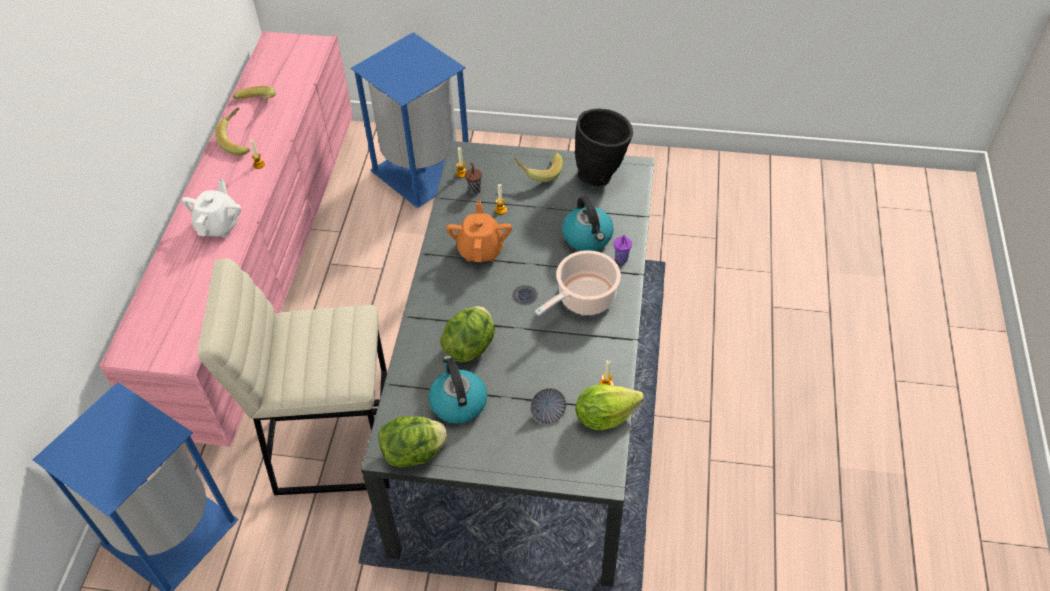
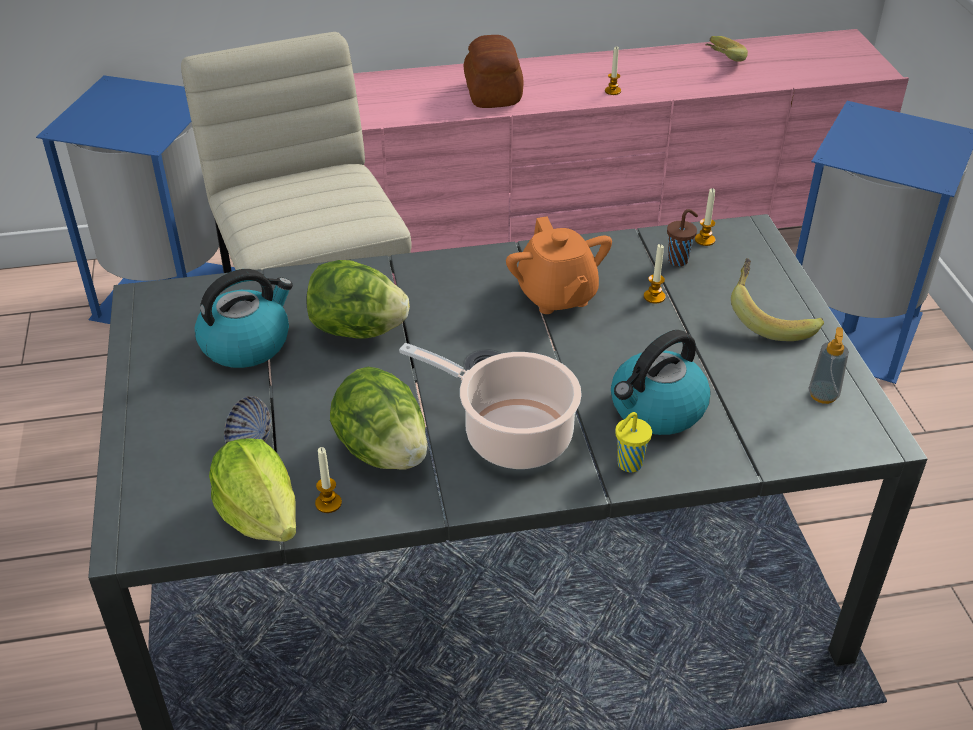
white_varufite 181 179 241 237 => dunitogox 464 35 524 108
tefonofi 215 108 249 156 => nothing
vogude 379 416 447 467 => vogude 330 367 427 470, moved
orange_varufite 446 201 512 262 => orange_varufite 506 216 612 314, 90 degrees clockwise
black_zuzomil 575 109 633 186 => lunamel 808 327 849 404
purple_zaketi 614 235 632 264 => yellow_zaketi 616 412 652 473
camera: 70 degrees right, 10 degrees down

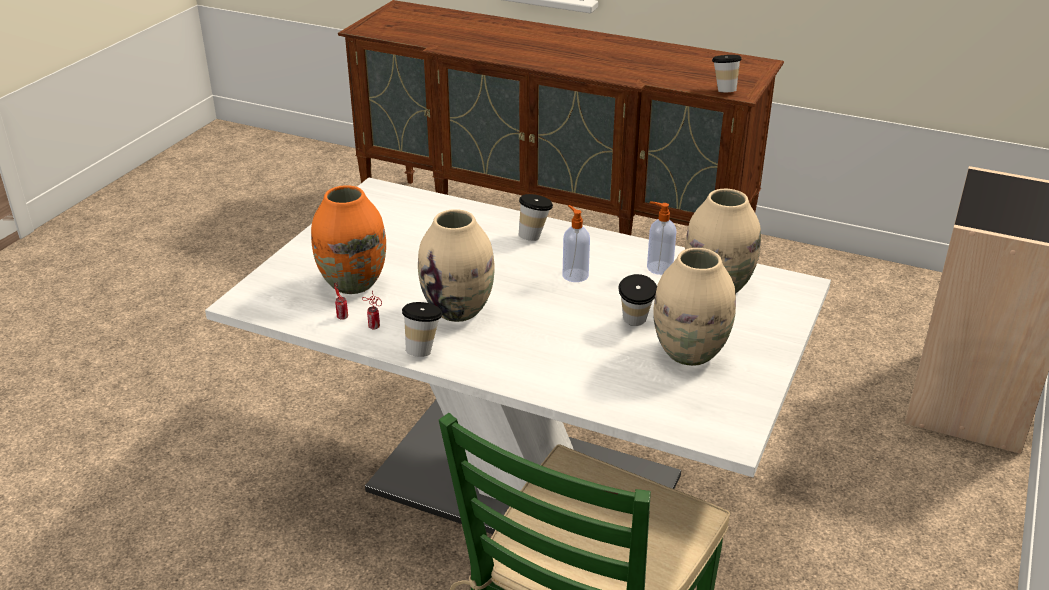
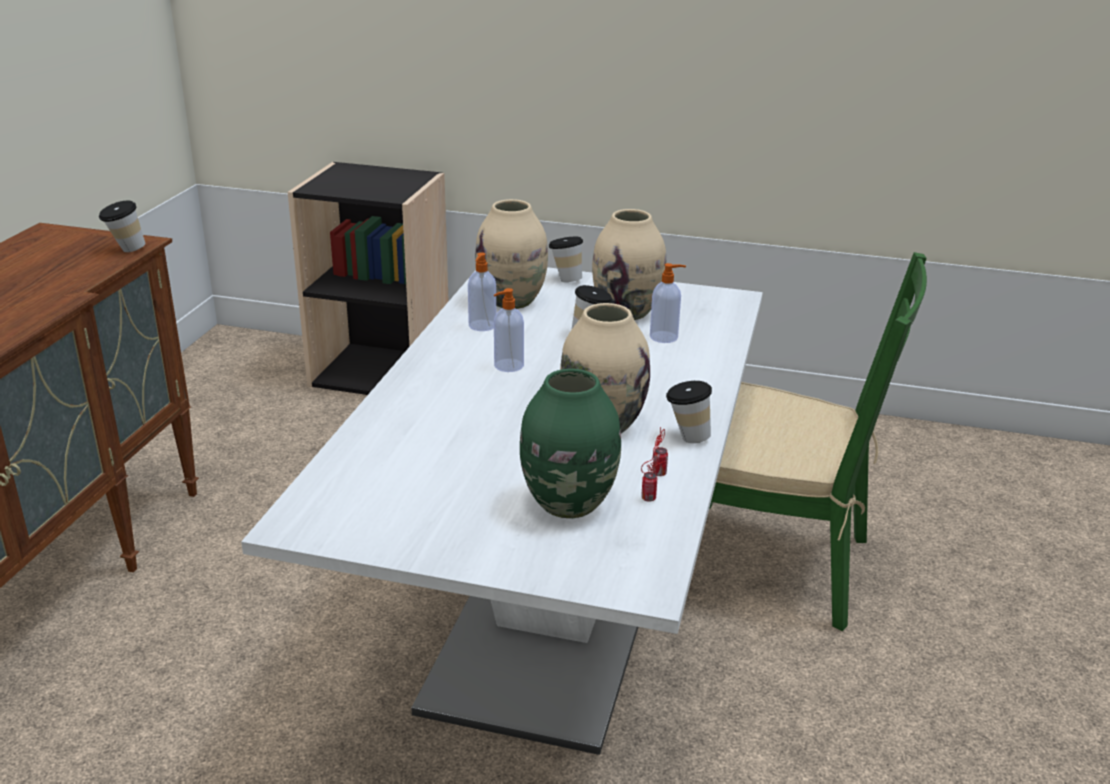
orange_zuzomil 311 185 386 294 => green_zuzomil 520 369 621 519
zaketi 519 194 553 241 => zaketi 549 237 583 282, moved
nothing => lunamel 650 263 686 343
camera: 100 degrees left, 5 degrees down

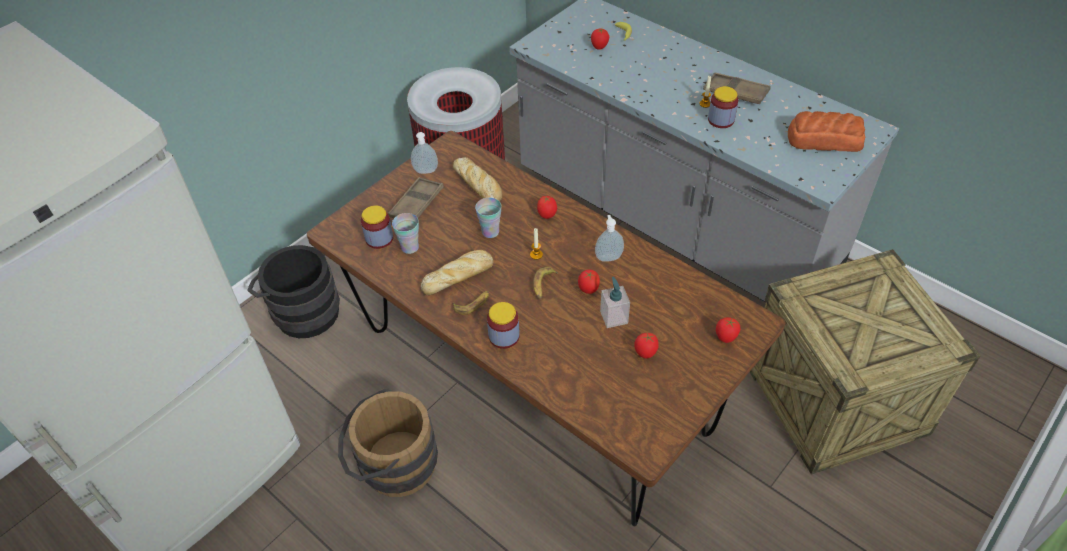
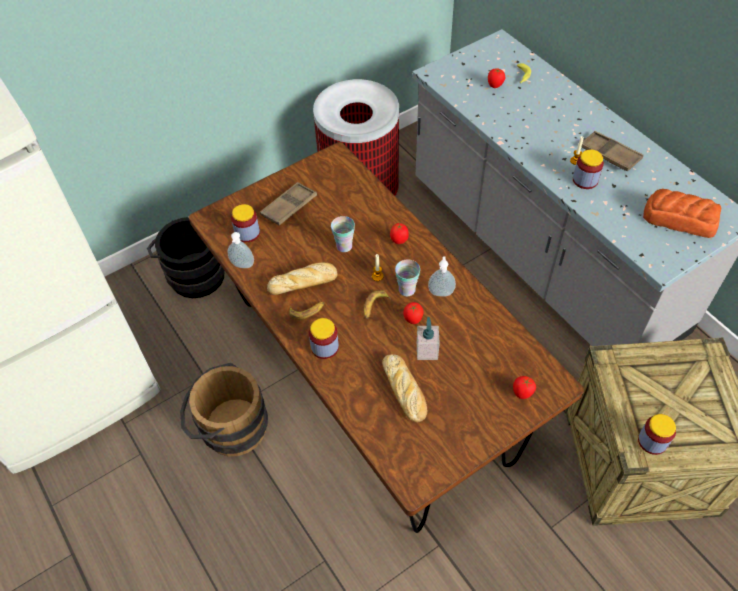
zaketi 392 213 419 254 => zaketi 395 260 420 296, moved
lunamel 411 132 438 174 => lunamel 227 232 254 268, moved
dunitogox 453 157 503 202 => dunitogox 382 354 427 422, moved
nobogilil 634 333 659 359 => nothing
nothing => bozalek 638 414 676 455
camera: 15 degrees right, 5 degrees up

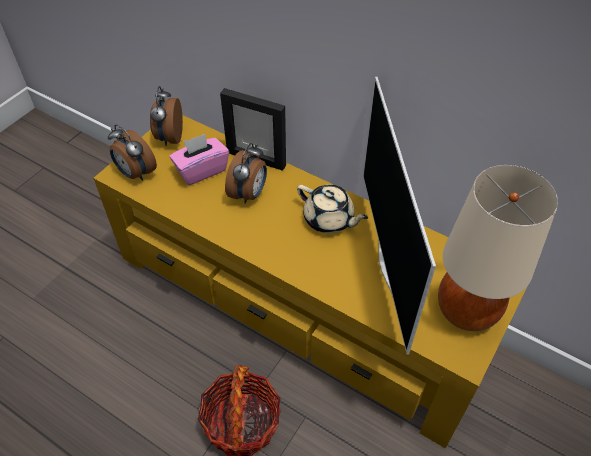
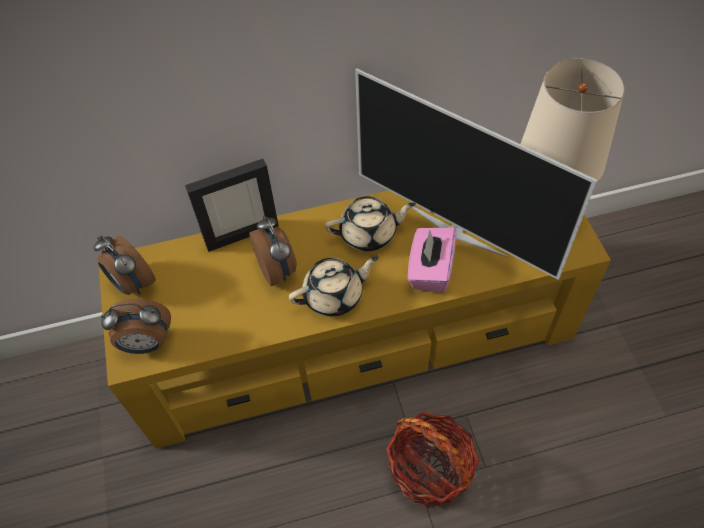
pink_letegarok 169 134 229 185 => pink_letegarok 408 228 456 293, moved
nothing => beige_varufite 289 256 379 317
camera: 45 degrees left, 5 degrees up

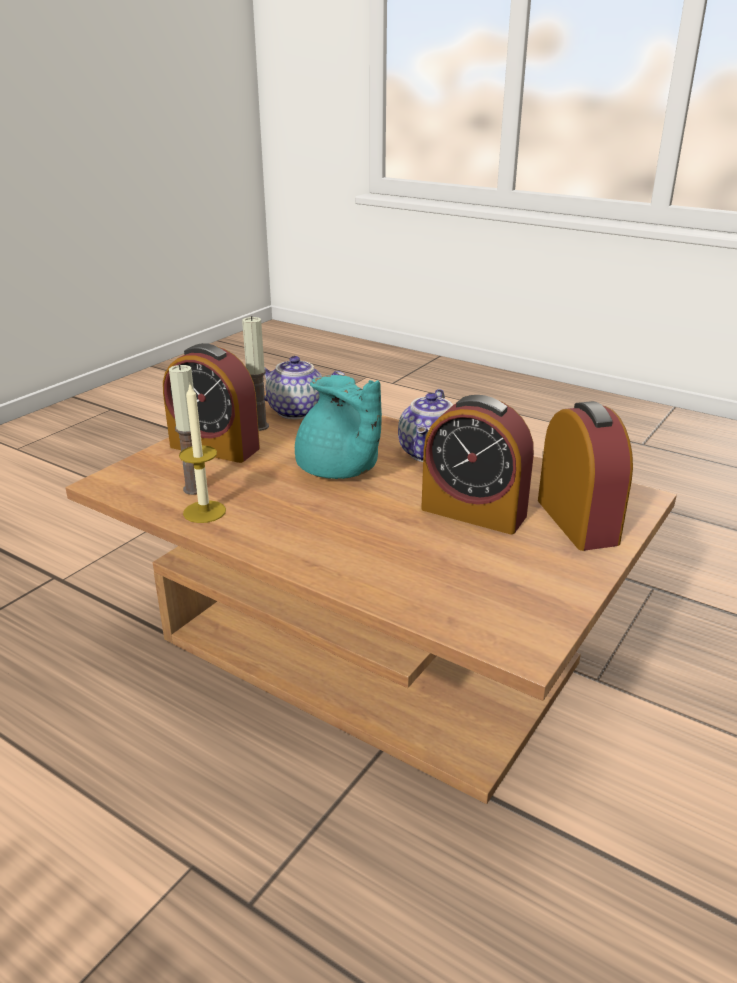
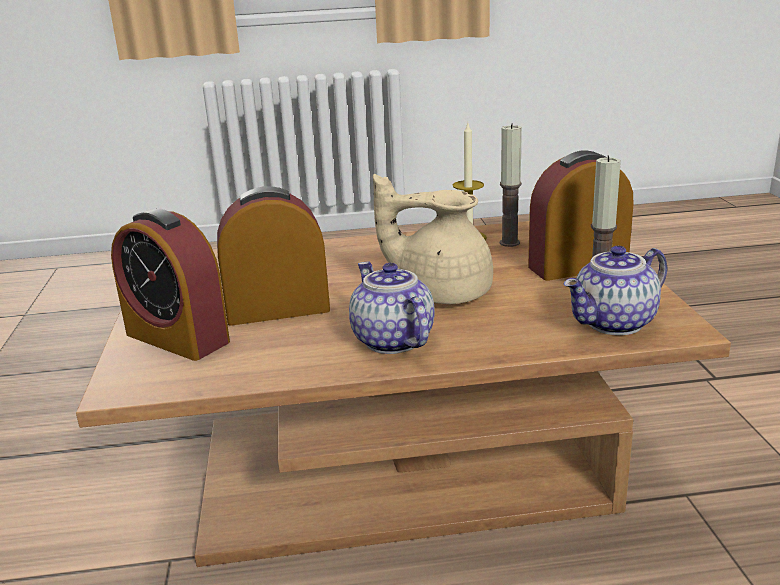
turquoise_varufite 295 375 382 479 => beige_varufite 373 174 493 304
camera: 140 degrees right, 5 degrees down

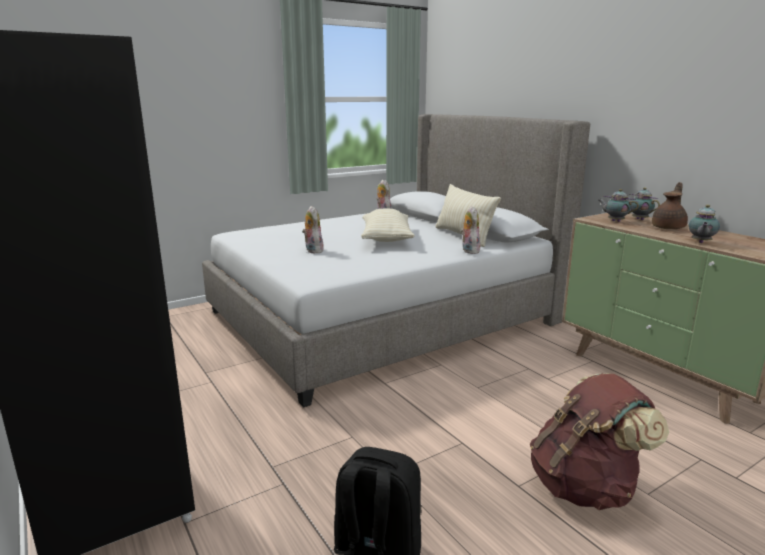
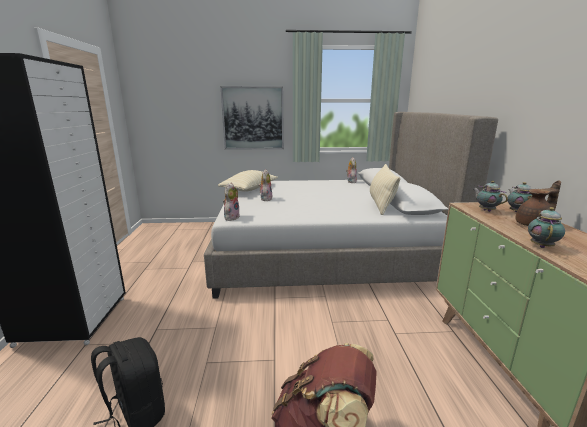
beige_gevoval 361 208 415 242 => beige_gevoval 218 170 278 192, moved
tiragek 460 206 480 254 => tiragek 223 183 240 221, moved
varufite 688 205 720 243 => varufite 528 207 565 248, 150 degrees clockwise
nothing => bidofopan 220 86 284 150
camera: 30 degrees right, 0 degrees up

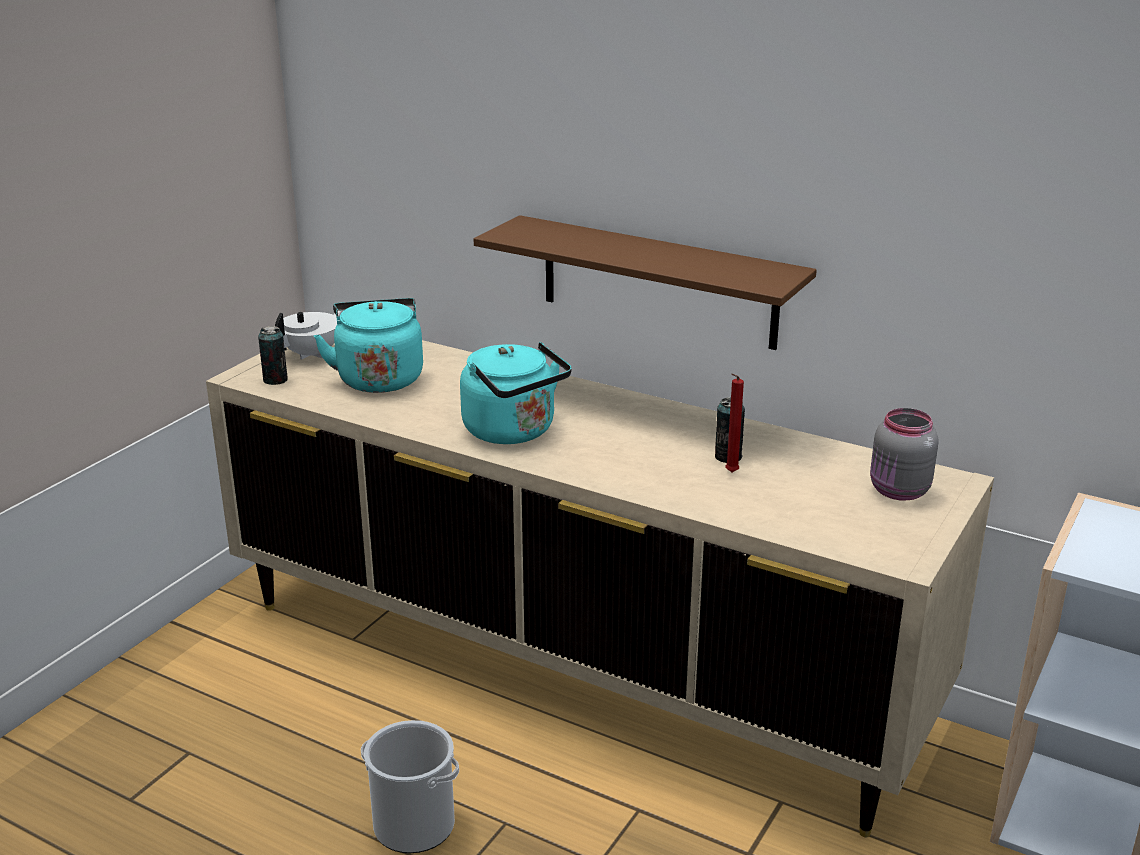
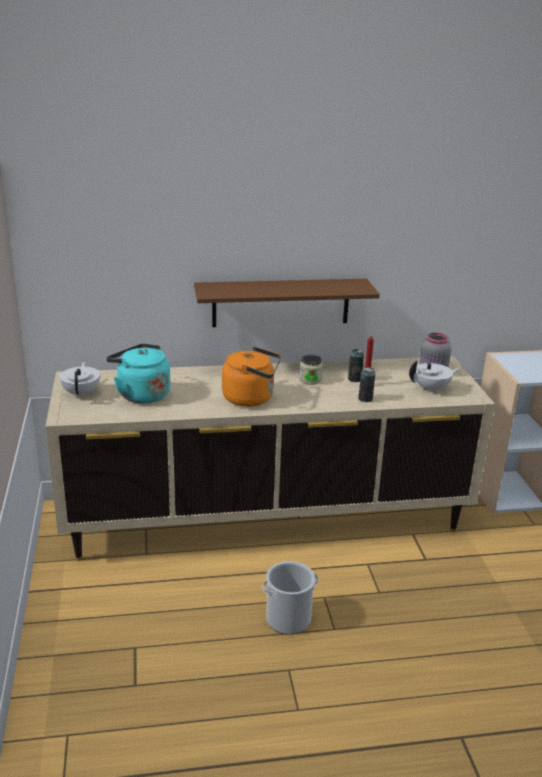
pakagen 258 326 288 385 => pakagen 358 367 375 402, moved
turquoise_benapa 460 342 572 444 => orange_benapa 222 347 281 407
nothing => bozalek 299 355 323 385
nothing => white_varufite 409 360 460 394
camera: 40 degrees left, 0 degrees up

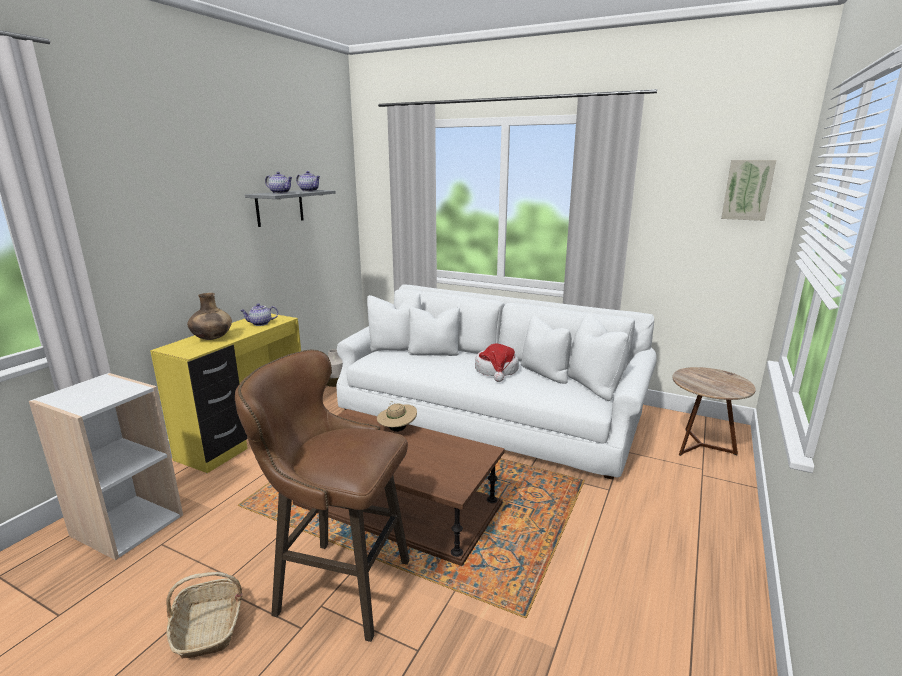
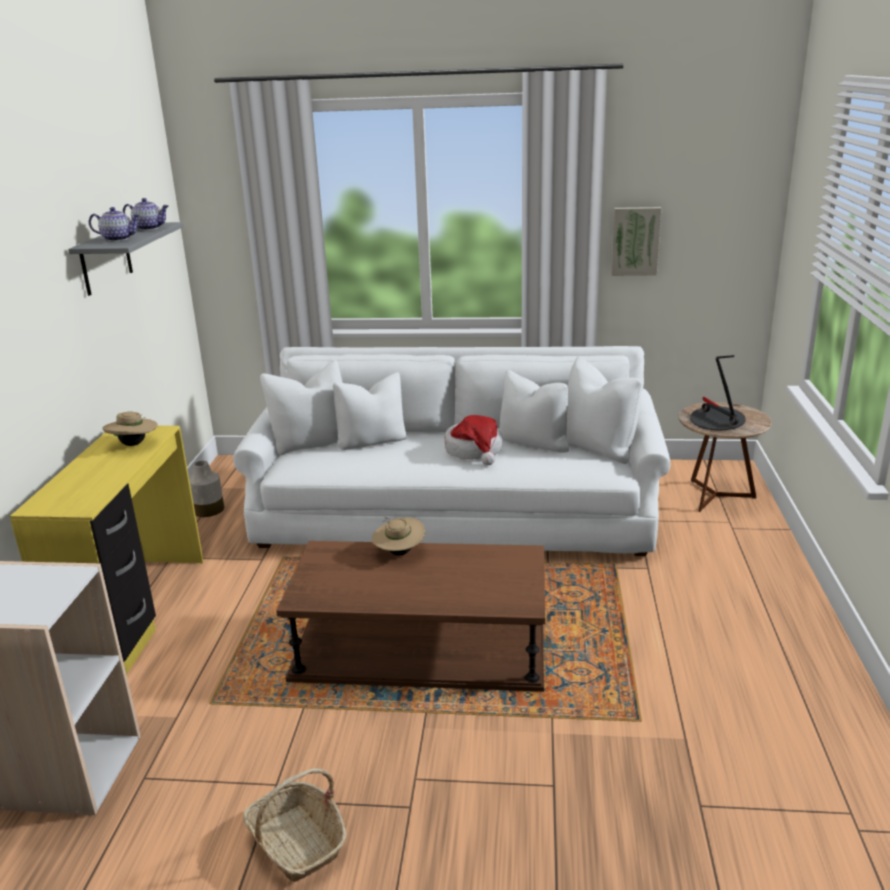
brown_zuzomil 187 293 232 340 => nothing
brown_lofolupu 235 349 410 642 => nothing
varufite 240 303 278 326 => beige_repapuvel 103 412 158 446
bidofopan 721 160 776 221 => bidofopan 611 207 661 276, moved
nothing => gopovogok 690 355 746 430
camera: 20 degrees left, 5 degrees up

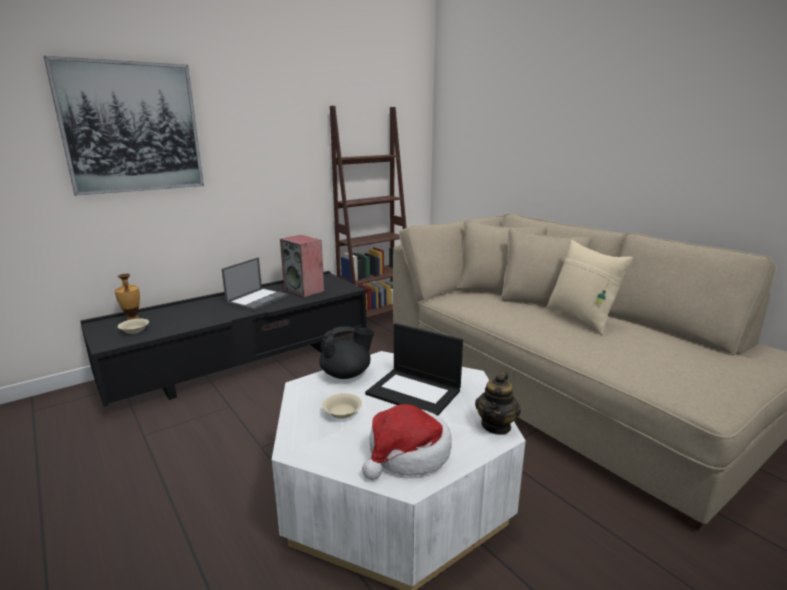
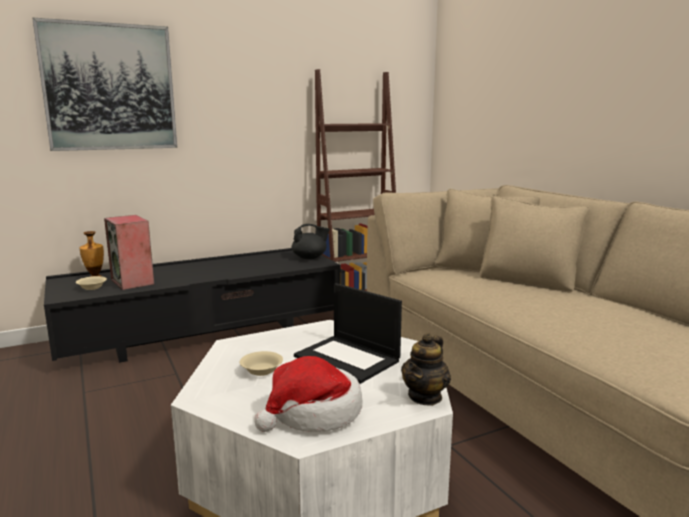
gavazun 222 257 288 311 => nothing
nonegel 280 235 324 297 => nonegel 104 215 154 290, moved
black_varufite 319 326 375 379 => black_varufite 292 224 330 259, moved
beige_gevoval 546 240 633 335 => nothing
camera: 10 degrees right, 5 degrees down

